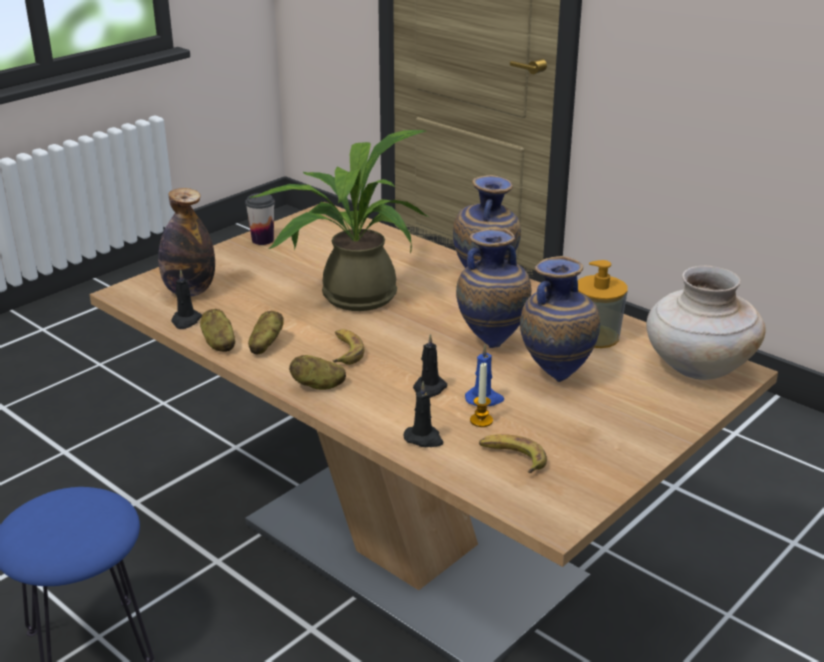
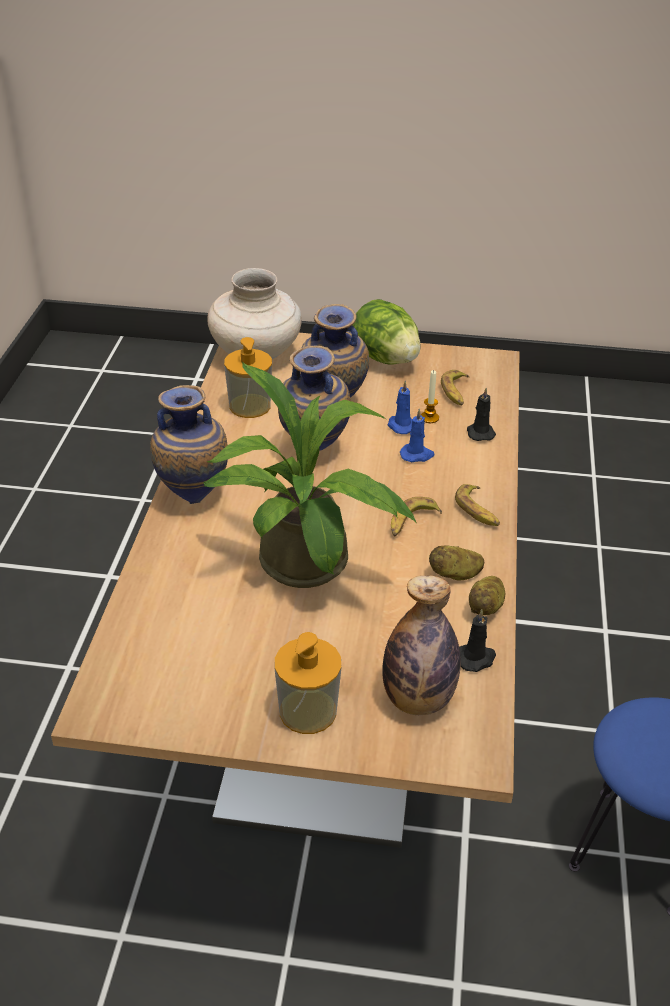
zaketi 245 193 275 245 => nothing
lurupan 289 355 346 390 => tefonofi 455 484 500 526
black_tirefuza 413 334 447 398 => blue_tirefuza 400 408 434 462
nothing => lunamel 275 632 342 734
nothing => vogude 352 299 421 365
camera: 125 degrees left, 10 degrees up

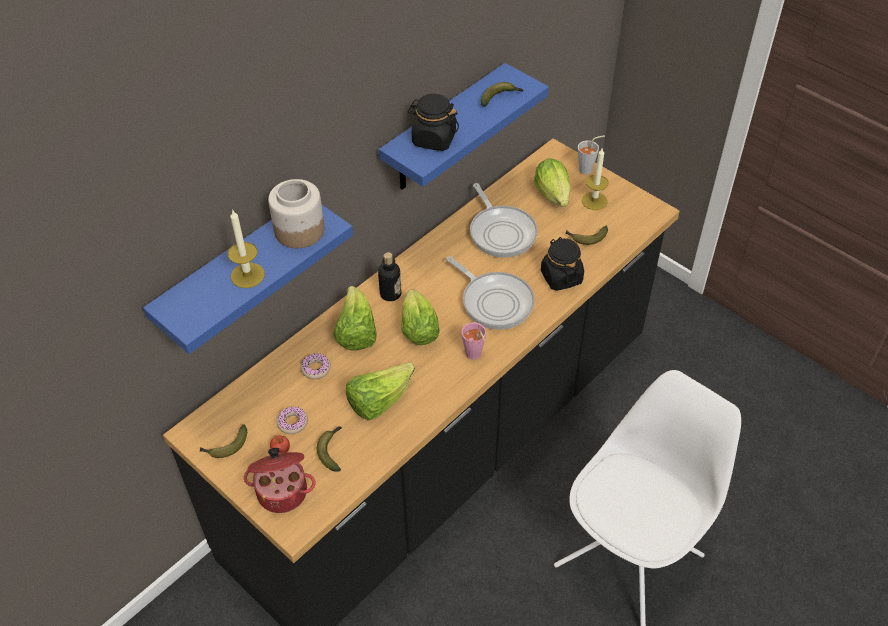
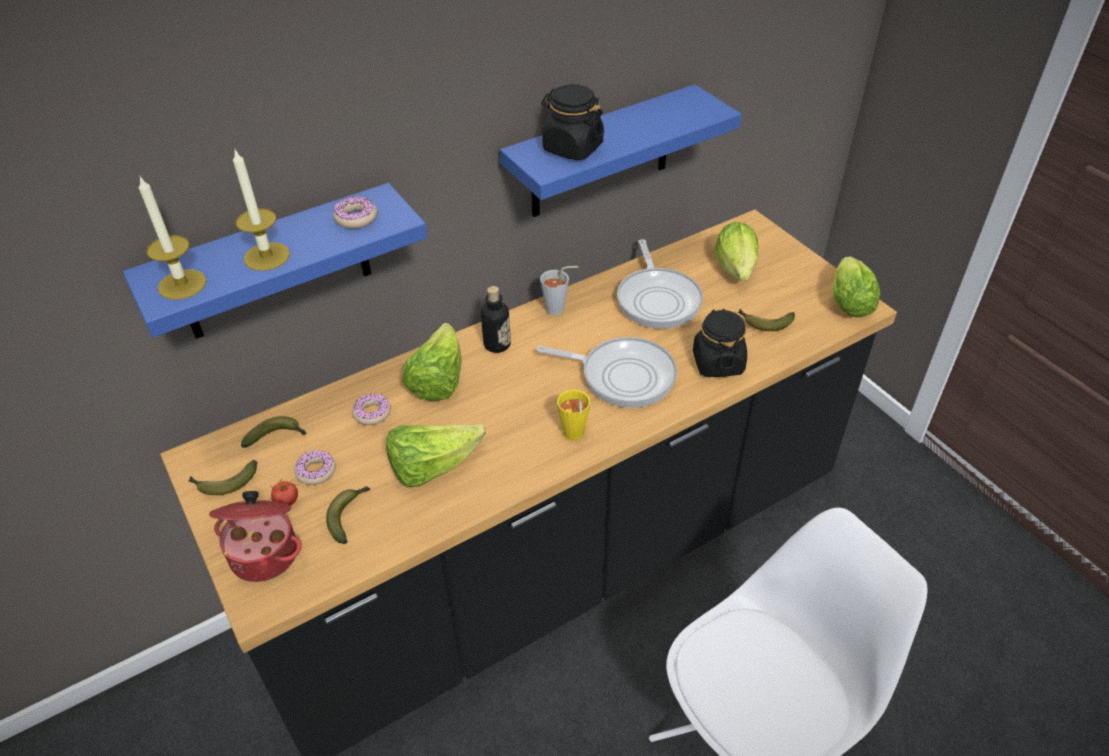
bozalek 268 179 325 248 => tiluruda 333 196 377 229
vogude 401 289 440 345 => vogude 833 256 880 317, moved
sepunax 446 256 535 330 => sepunax 537 337 677 408, 45 degrees counterclockwise
pink_zaketi 461 322 486 360 => yellow_zaketi 557 389 590 440
tefonofi 481 82 524 107 => tefonofi 241 416 307 448, moved
grey_zaketi 578 135 605 174 => grey_zaketi 540 266 578 315, moved
tirefuza 582 148 609 210 => tirefuza 139 176 207 300, moved
camera: 15 degrees right, 5 degrees down

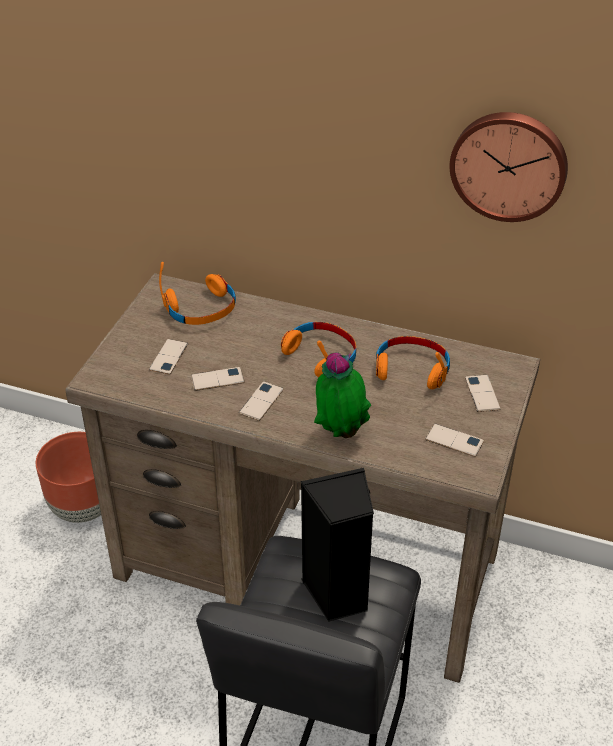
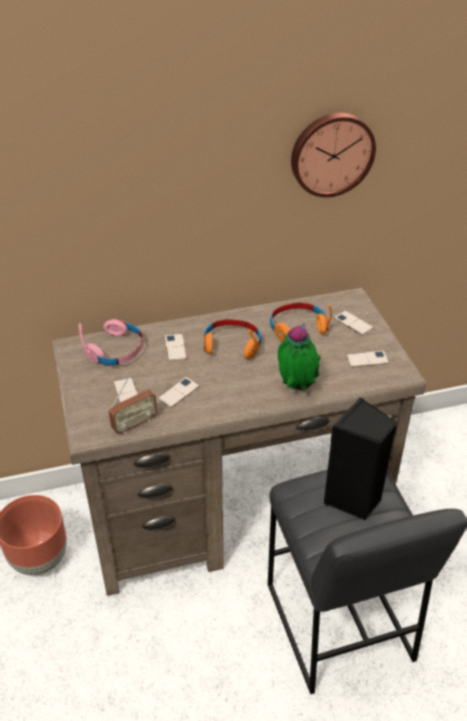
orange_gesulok 159 262 236 325 => pink_gesulok 78 319 143 365
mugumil 239 381 284 421 => mugumil 165 334 186 361, moved
nothing => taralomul 109 378 157 434
camera: 35 degrees left, 0 degrees up

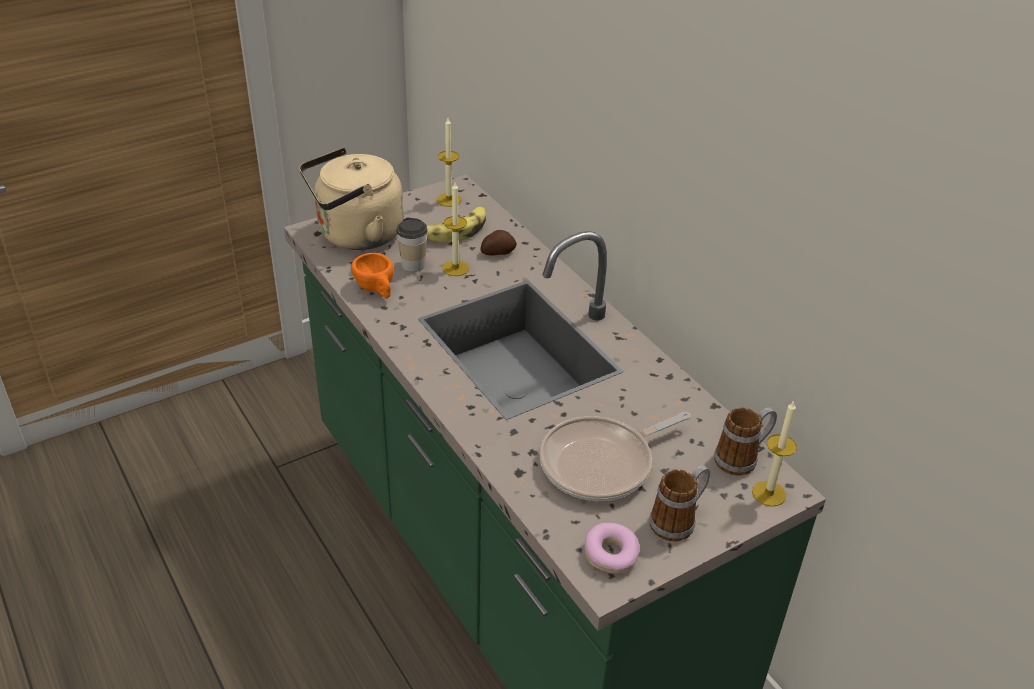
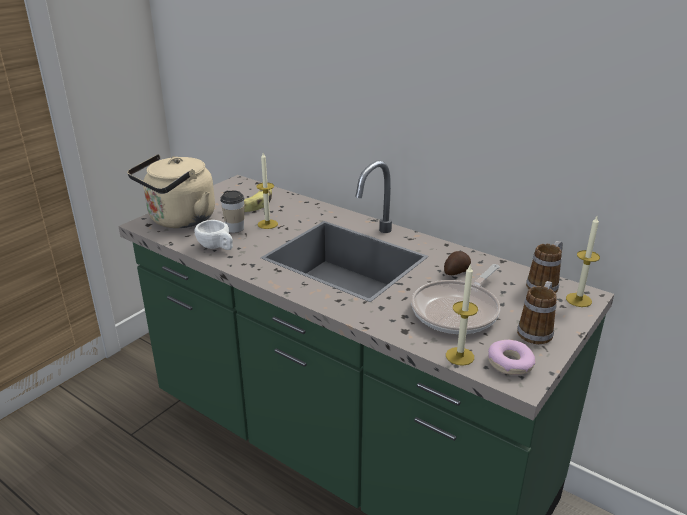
orange_zaketi 351 253 394 299 => white_zaketi 195 220 233 250
tirefuza 437 118 461 207 => tirefuza 446 265 478 366, moved
lurupan 480 230 517 255 => lurupan 444 251 471 275, moved
camera: 20 degrees left, 10 degrees down

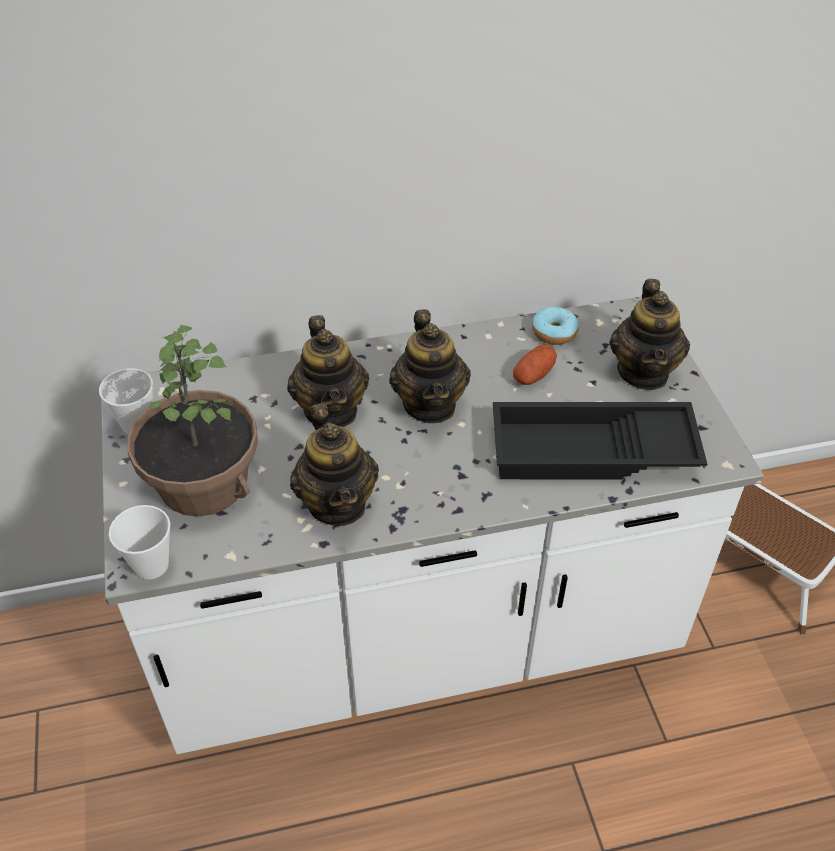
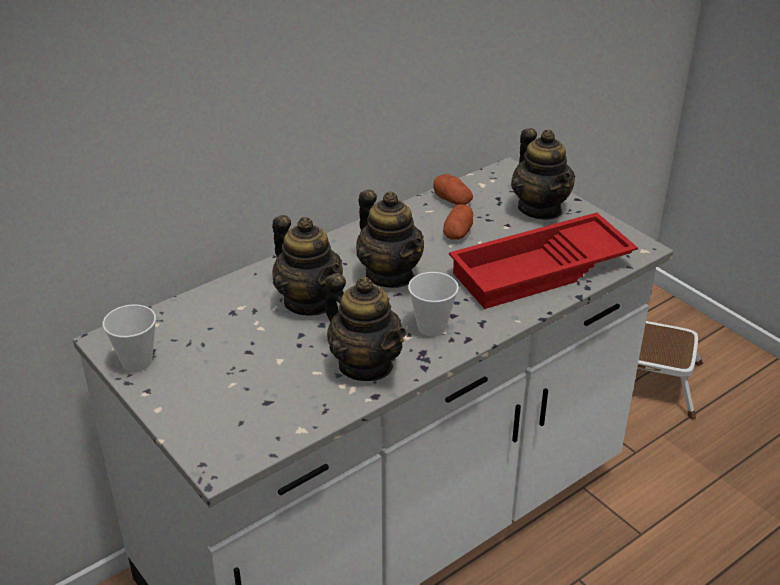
zaketi 109 505 170 579 => zaketi 408 272 459 336, moved
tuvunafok 127 325 258 516 => nothing
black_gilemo 493 402 707 479 => red_gilemo 449 212 638 309
tiluruda 532 307 579 345 => lurupan 434 174 473 205
camera: 25 degrees left, 10 degrees down

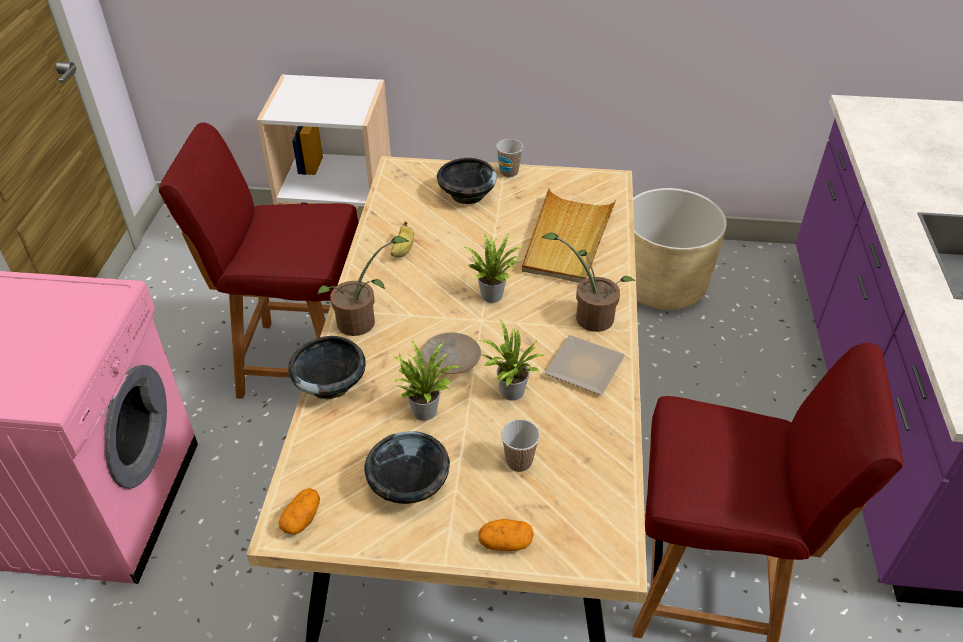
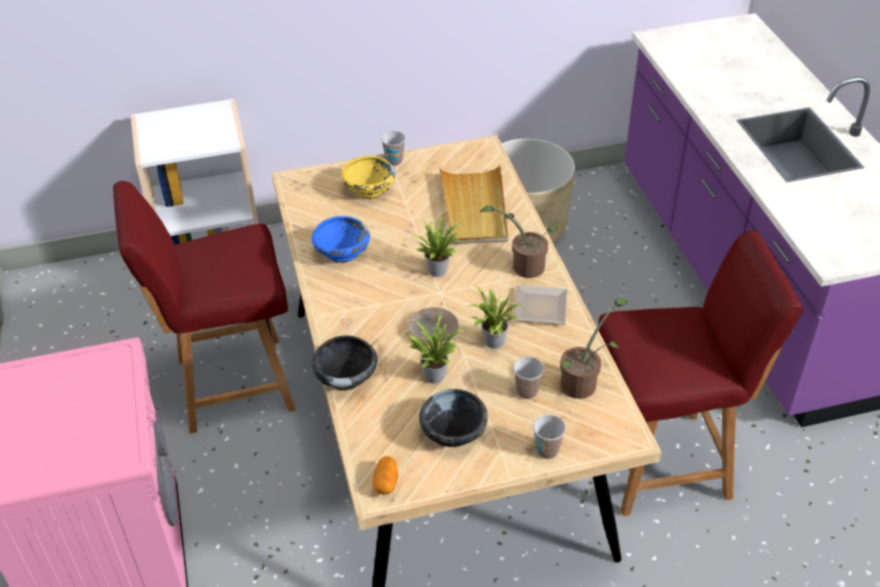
tuvunafok 317 236 409 336 => tuvunafok 560 298 627 399, moved
tefonofi 391 221 414 258 => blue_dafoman 312 216 370 263
black_dafoman 437 158 497 204 => yellow_dafoman 341 156 395 199
lurupan 478 519 533 551 => zaketi 533 414 566 459
camera: 20 degrees left, 0 degrees up

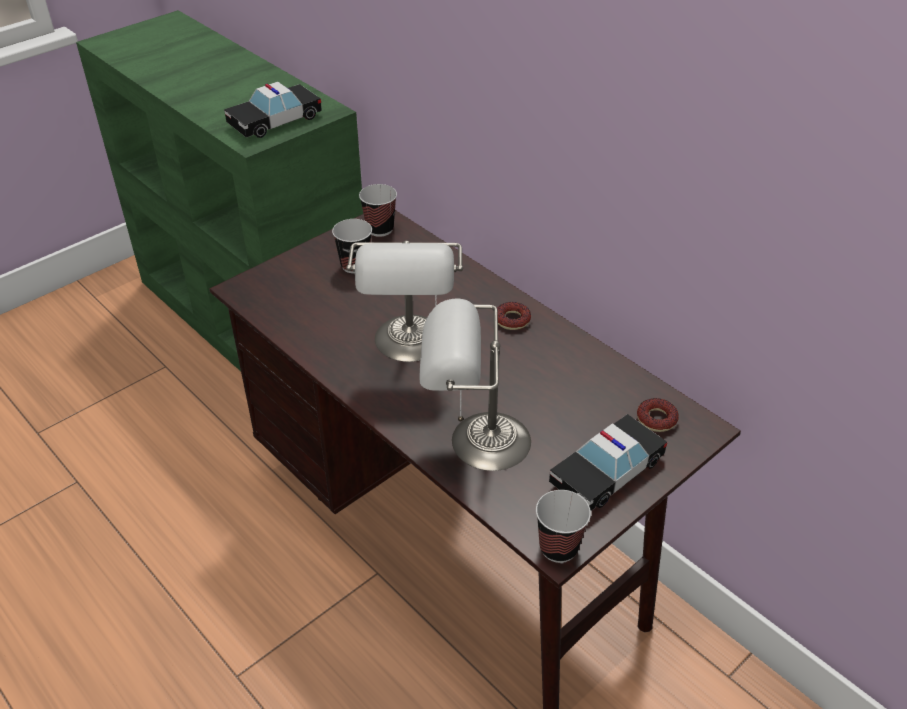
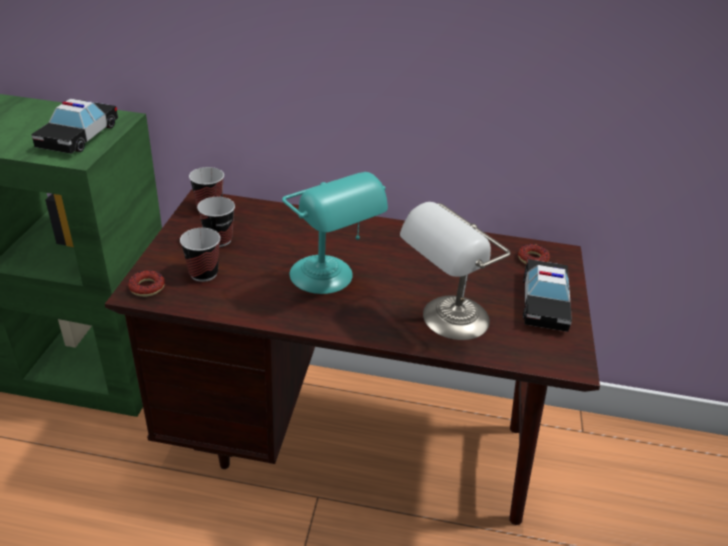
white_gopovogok 346 241 463 362 => turquoise_gopovogok 282 172 388 294
tiluruda 497 302 531 330 => tiluruda 128 270 165 297, moved
zaketi 536 490 591 563 => zaketi 180 228 220 282, moved
camera: 40 degrees left, 5 degrees down

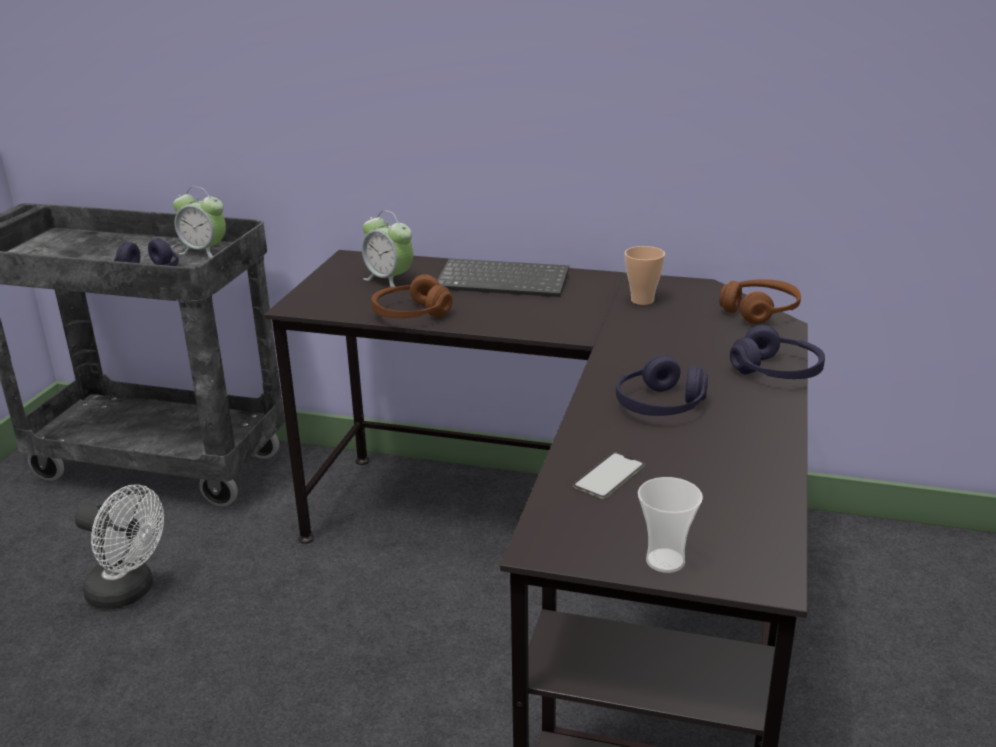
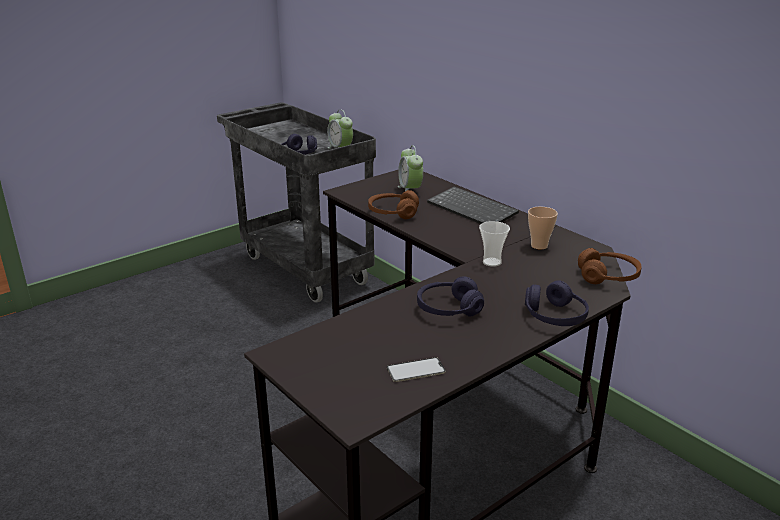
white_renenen 75 485 164 609 => nothing
mugumil 573 452 645 499 => mugumil 387 357 446 382, moved
zaketi 638 477 703 573 => zaketi 479 221 510 267, moved
camera: 35 degrees right, 0 degrees up

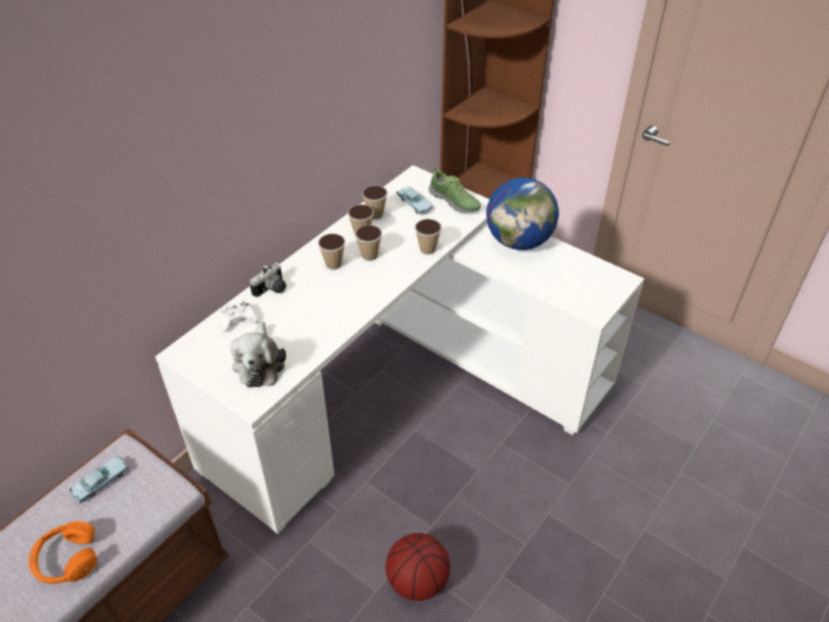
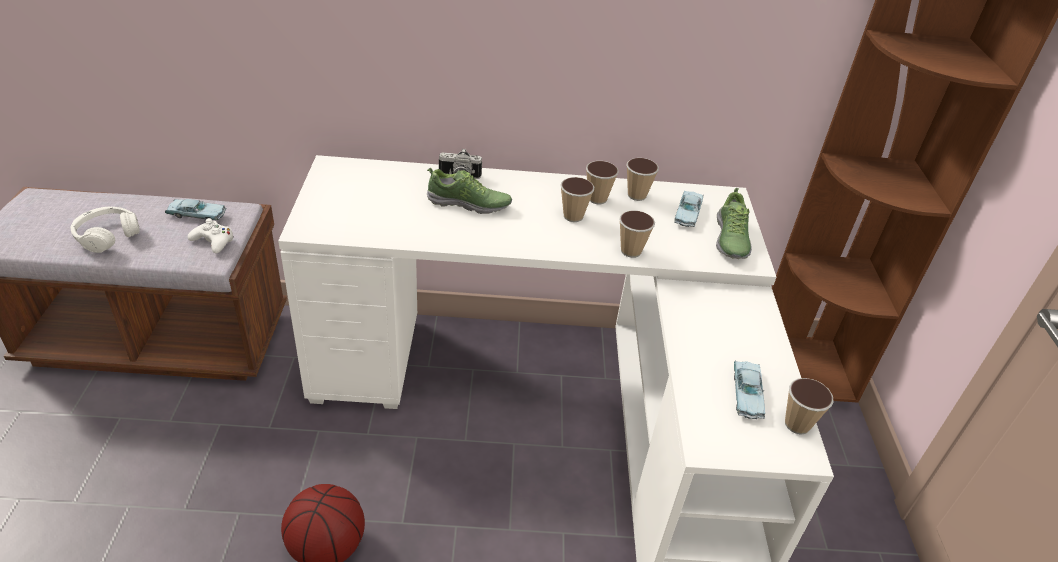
orange_gesulok 29 521 97 584 => white_gesulok 70 207 140 253
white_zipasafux 219 302 258 332 => white_zipasafux 188 218 234 253, moved
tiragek 231 321 286 388 => nothing
zaketi 318 234 345 270 => zaketi 785 378 834 435, moved
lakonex 486 178 559 250 => nothing
nothing => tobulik 427 167 512 214
nothing => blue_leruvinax 734 361 765 419
camera: 50 degrees right, 5 degrees down

